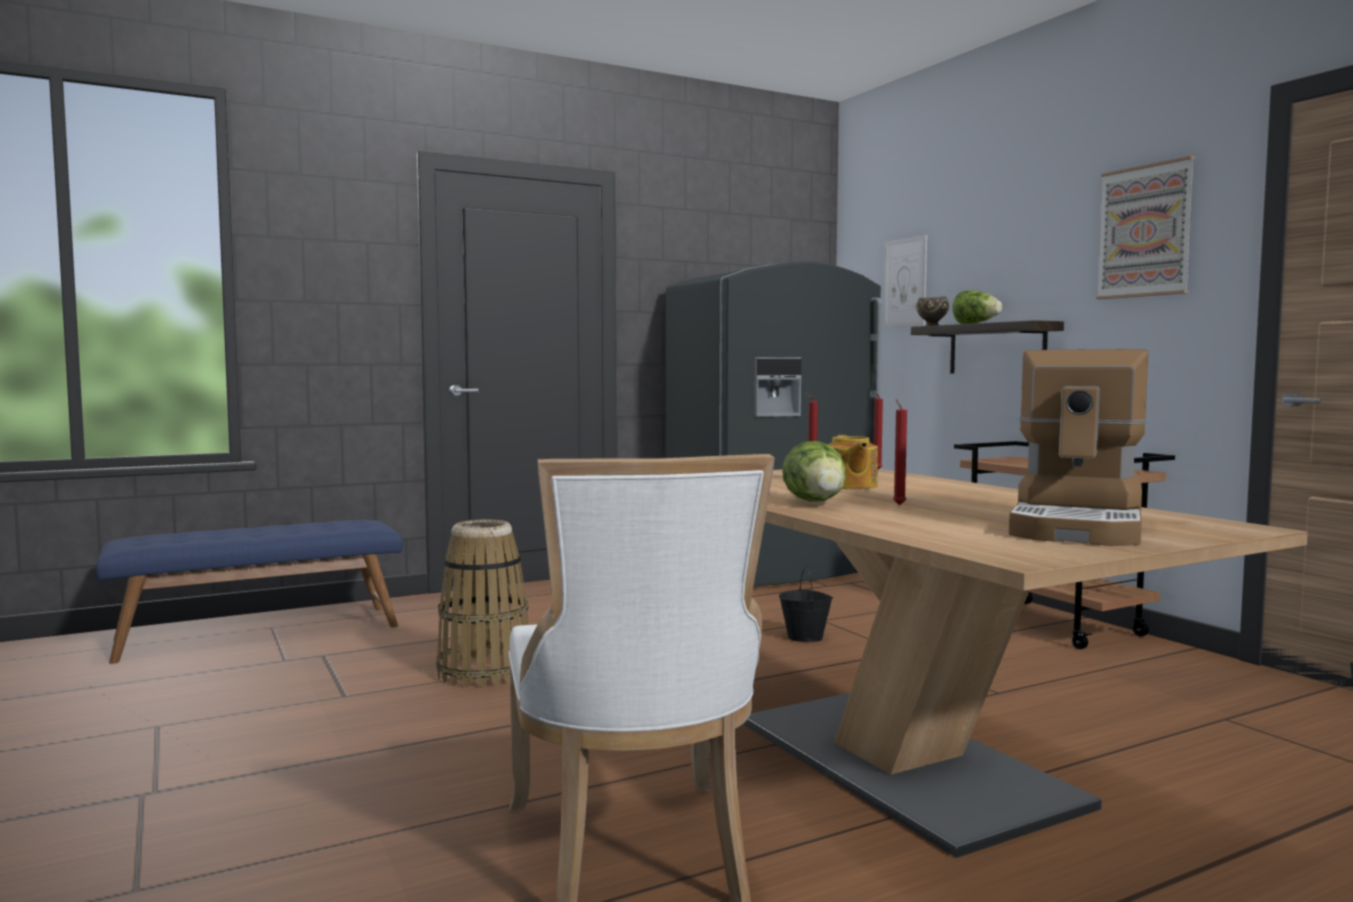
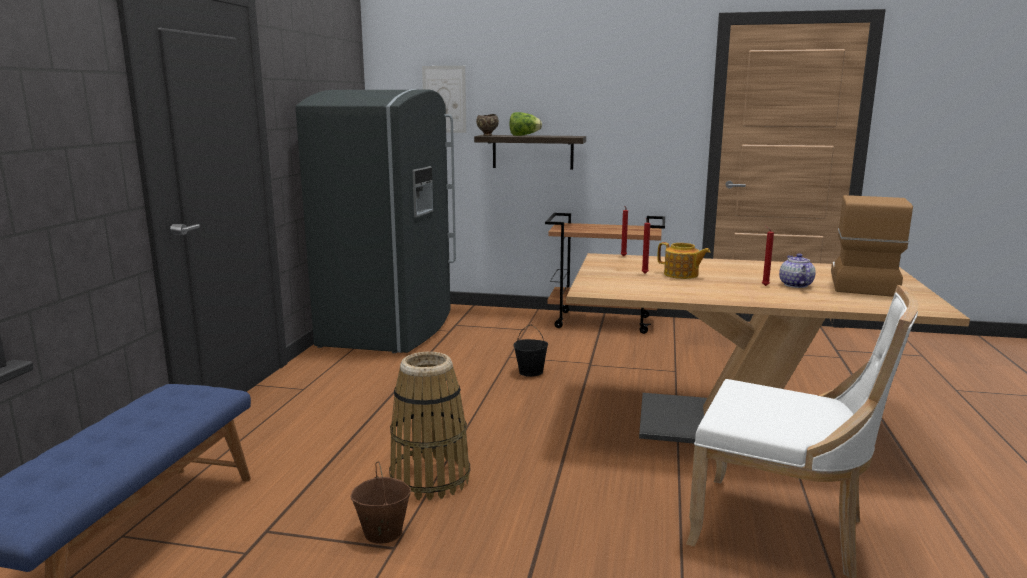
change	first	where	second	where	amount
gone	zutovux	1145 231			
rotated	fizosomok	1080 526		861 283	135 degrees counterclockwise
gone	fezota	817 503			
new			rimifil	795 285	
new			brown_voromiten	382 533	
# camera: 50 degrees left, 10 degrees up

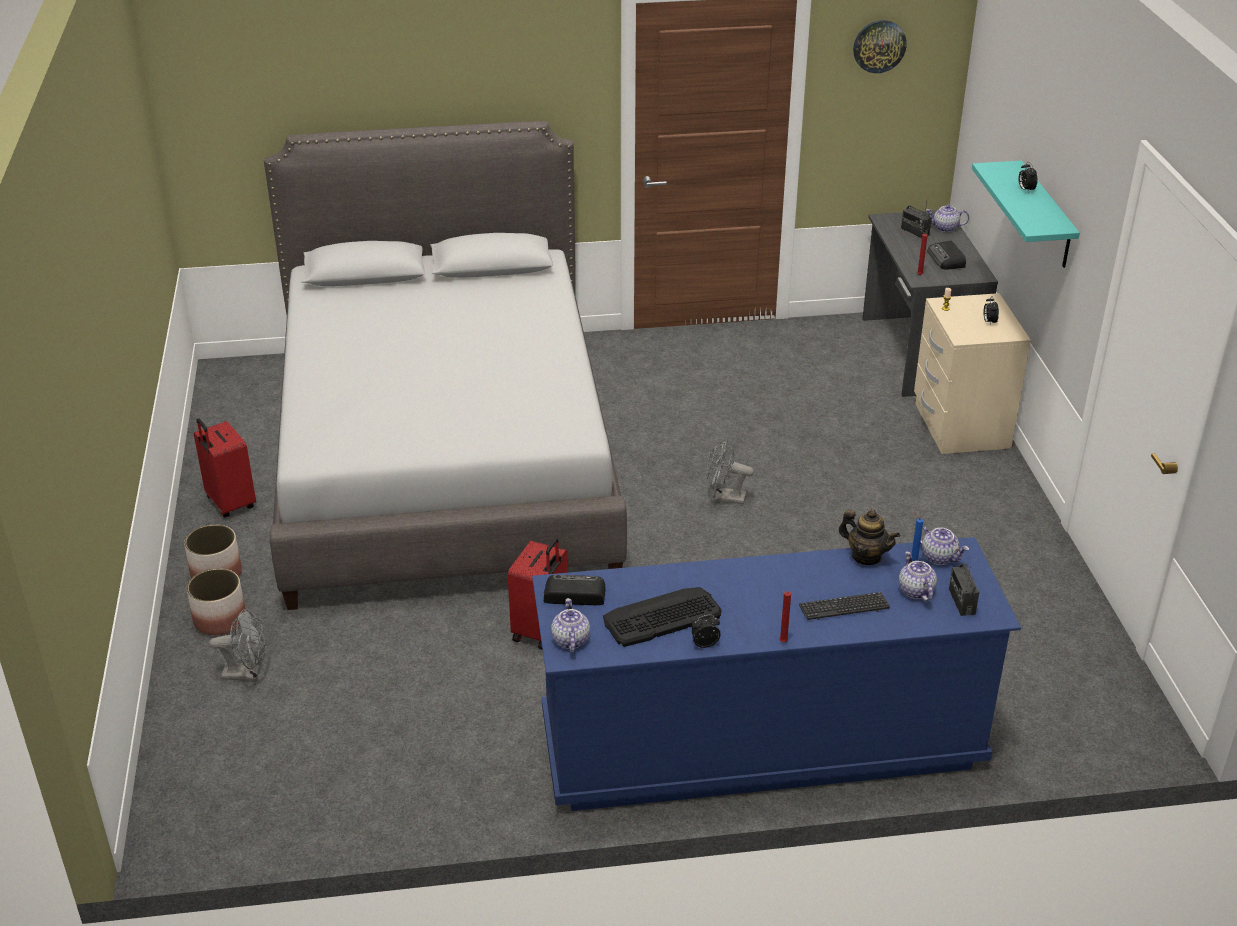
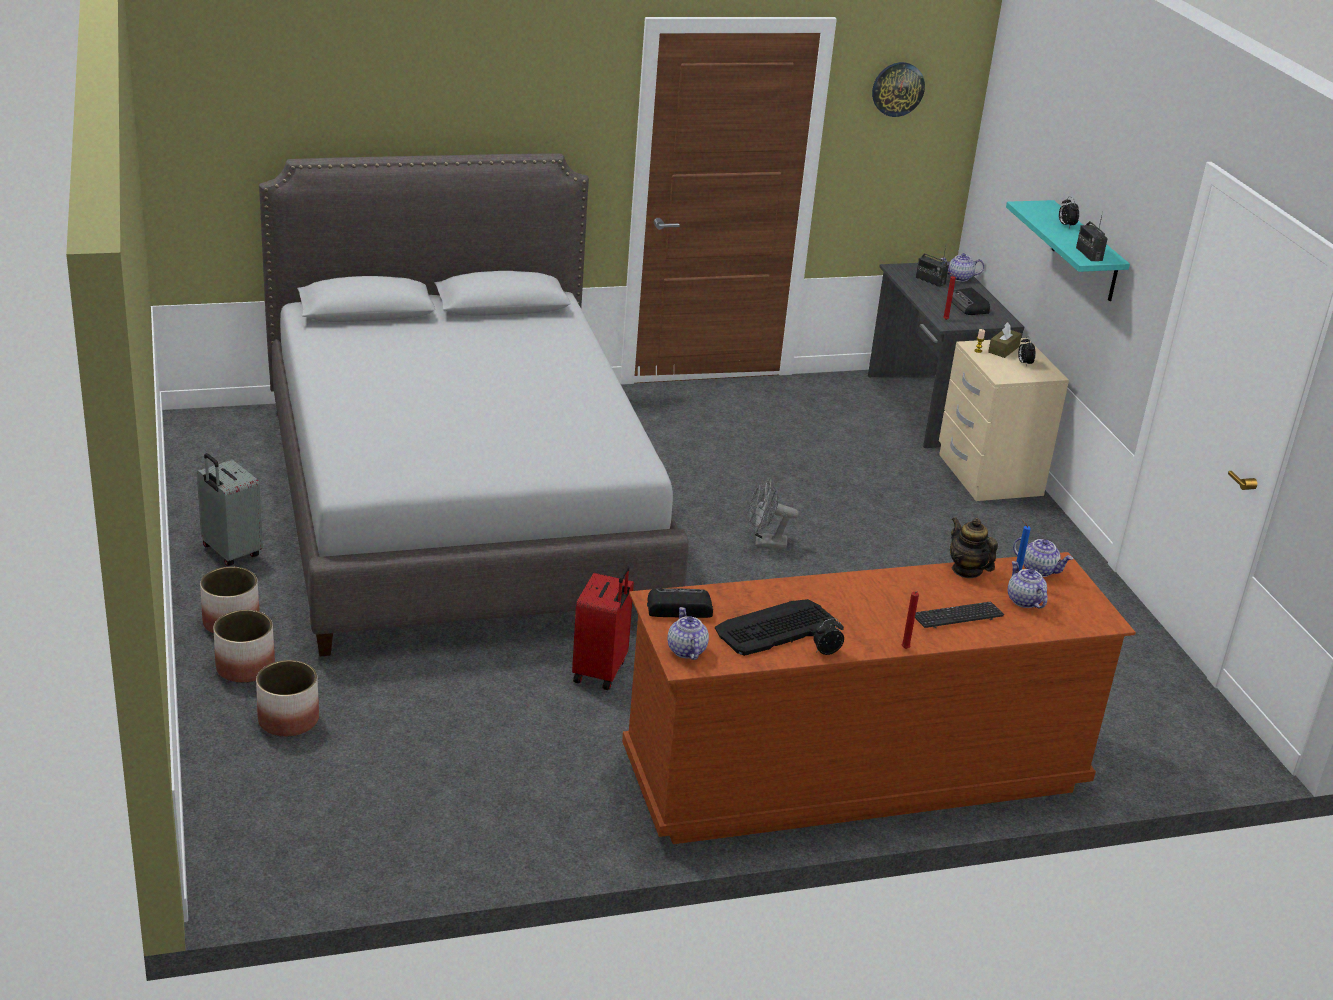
change	first	where	second	where	amount
repainted	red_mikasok	229 504	grey_mikasok	230 552	
rotated	rimifil	866 556		967 570	150 degrees counterclockwise
repainted	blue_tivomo	760 742	brown_tivomo	855 773	
shifted	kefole	961 601		1089 254	
swapped	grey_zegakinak	247 673	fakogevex	288 720	
new			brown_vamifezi	1003 349	
# camera: 10 degrees left, 5 degrees down

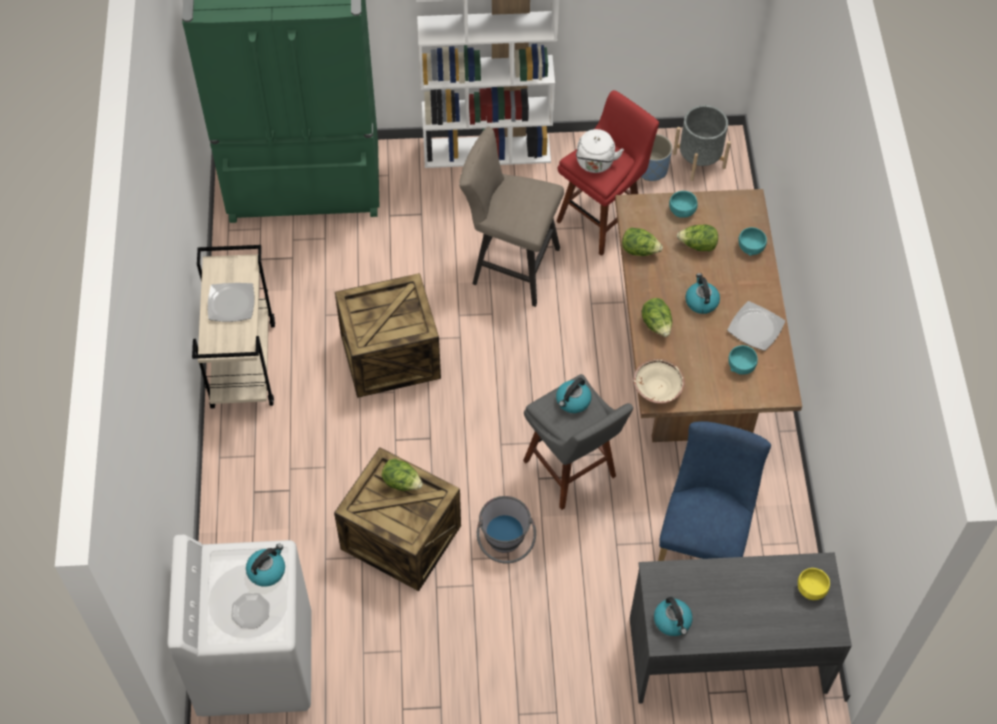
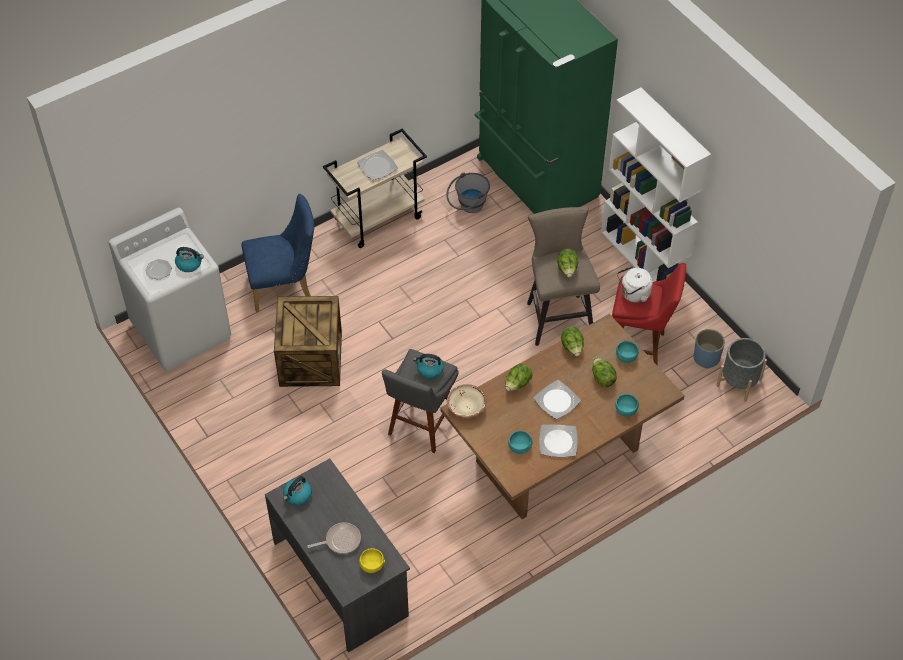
change	first	where	second	where	amount
gone	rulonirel	390 357			
swapped	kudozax	701 301	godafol	556 401	
shifted	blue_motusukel	703 538		285 287	
shifted	fezota	402 482		567 269	
shifted	grey_voromiten	505 545		468 207	
new			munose	341 540	
# camera: 60 degrees right, 5 degrees down

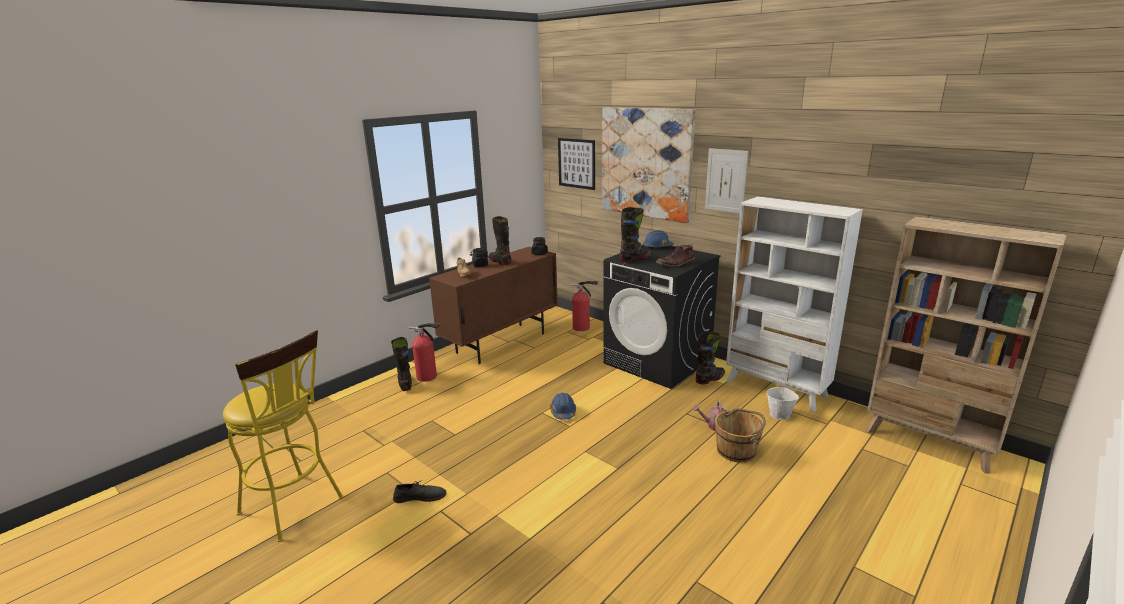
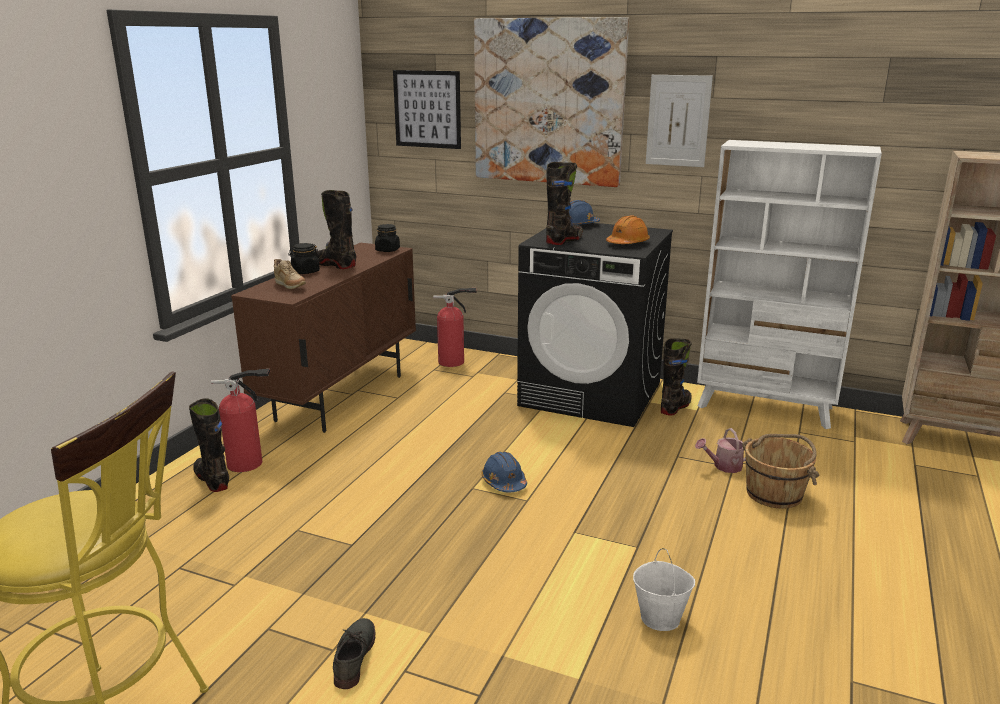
change	first	where	second	where	amount
swapped	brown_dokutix	675 264	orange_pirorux	627 243	
shifted	white_voromiten	780 415		660 618	
rotated	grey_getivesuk	420 496		354 655	60 degrees counterclockwise
# camera: 20 degrees left, 0 degrees up

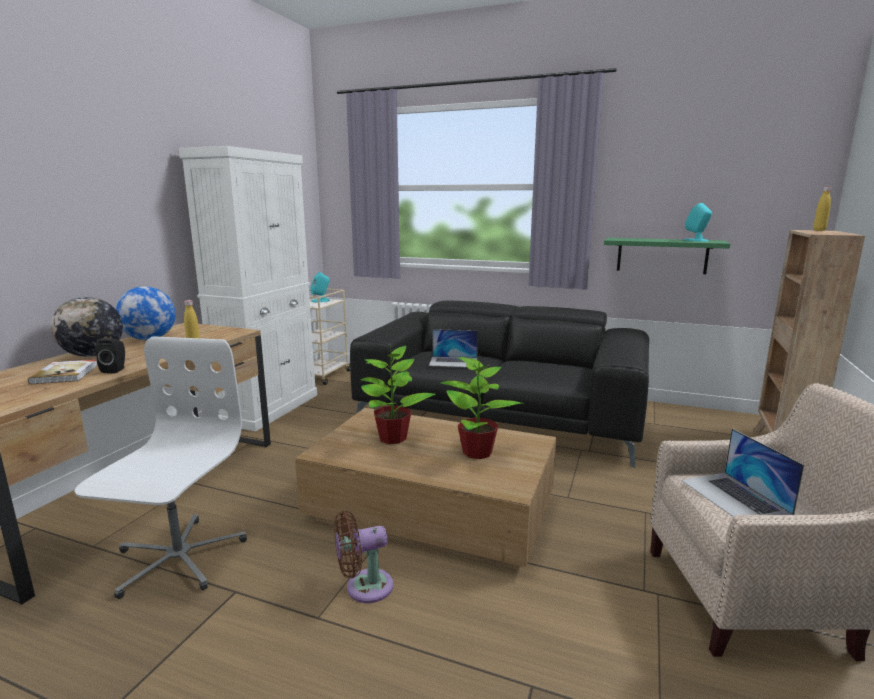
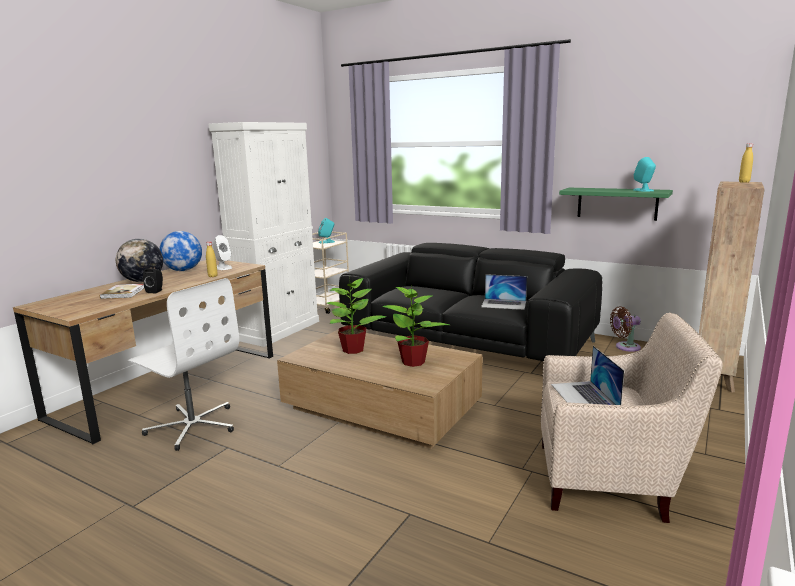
change	first	where	second	where	amount
shifted	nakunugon	453 362		504 304	
rotated	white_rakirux	178 558		193 426	105 degrees clockwise
shifted	brown_zegakinak	364 587		625 347	
new			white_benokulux	223 267	
# camera: 10 degrees right, 0 degrees up

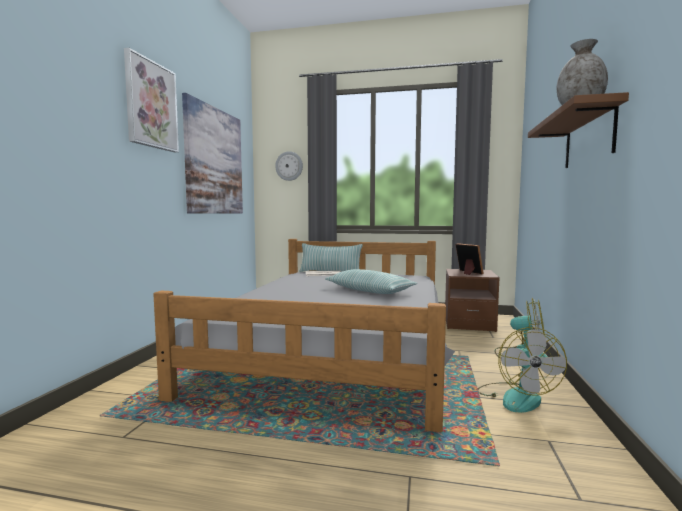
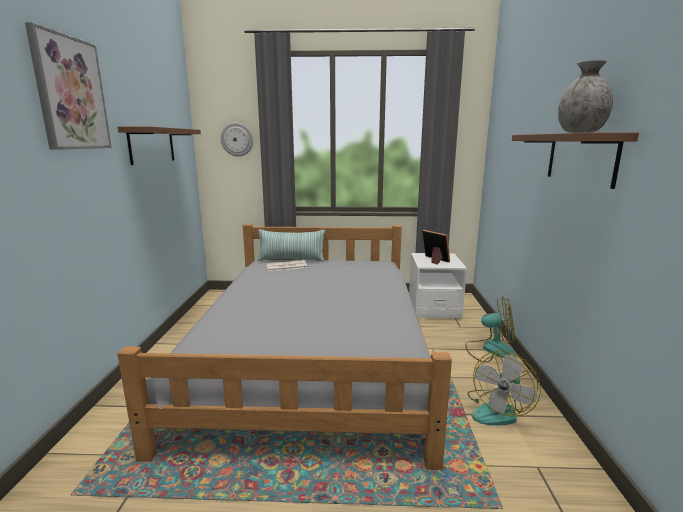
change	first	where	second	where	amount
swapped	zutovux	214 161	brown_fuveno	152 145	
gone	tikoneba	369 291			
repainted	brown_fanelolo	469 323	white_fanelolo	433 308	
rotated	zegakinak	516 397		498 410	45 degrees clockwise
# camera: 10 degrees left, 10 degrees up

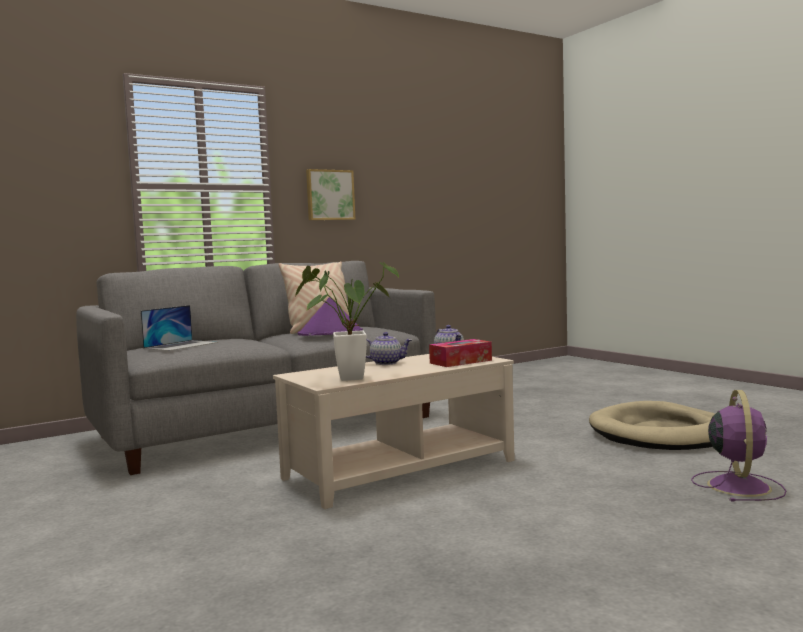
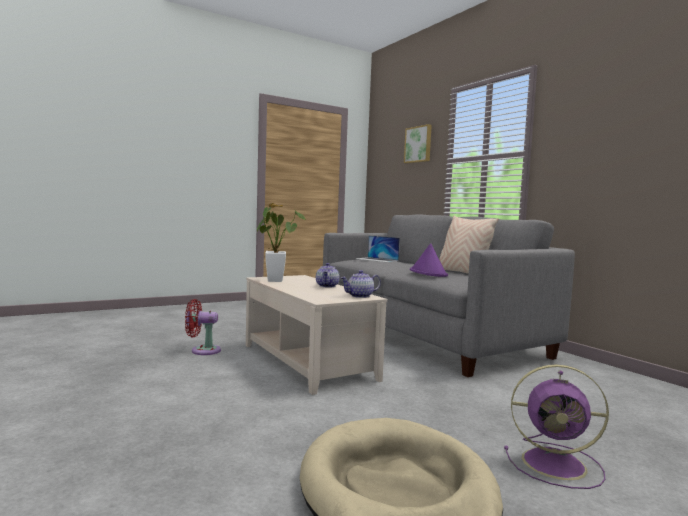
change	first	where	second	where	amount
shifted	zutovux	329 195		418 144	
gone	vamifezi	460 362			
shifted	purple_zegakinak	738 485		556 464	
new			red_zegakinak	202 350	
# camera: 90 degrees right, 0 degrees up

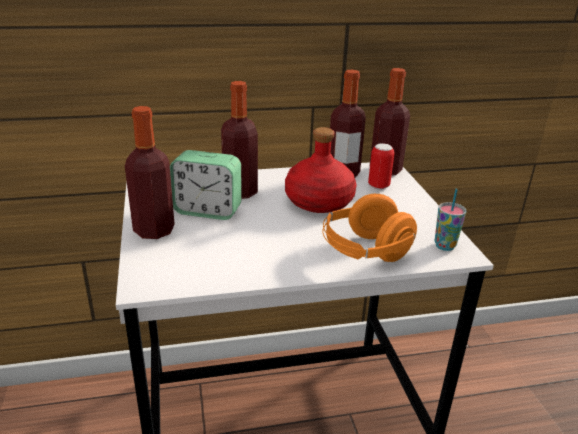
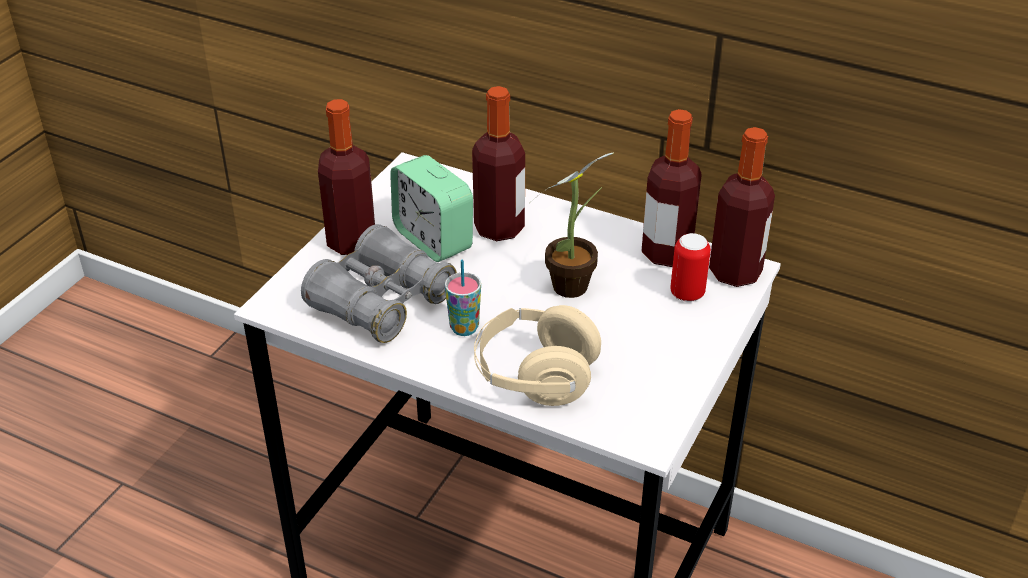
change	first	where	second	where	amount
swapped	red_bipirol	320 202	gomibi	576 284	
shifted	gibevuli	444 246		464 328	
repainted	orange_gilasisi	365 251	beige_gilasisi	535 376	
new			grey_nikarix	381 302	
# camera: 40 degrees right, 10 degrees up

